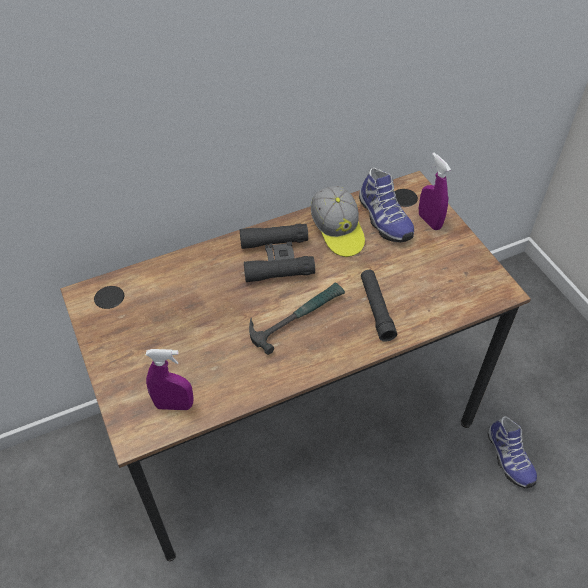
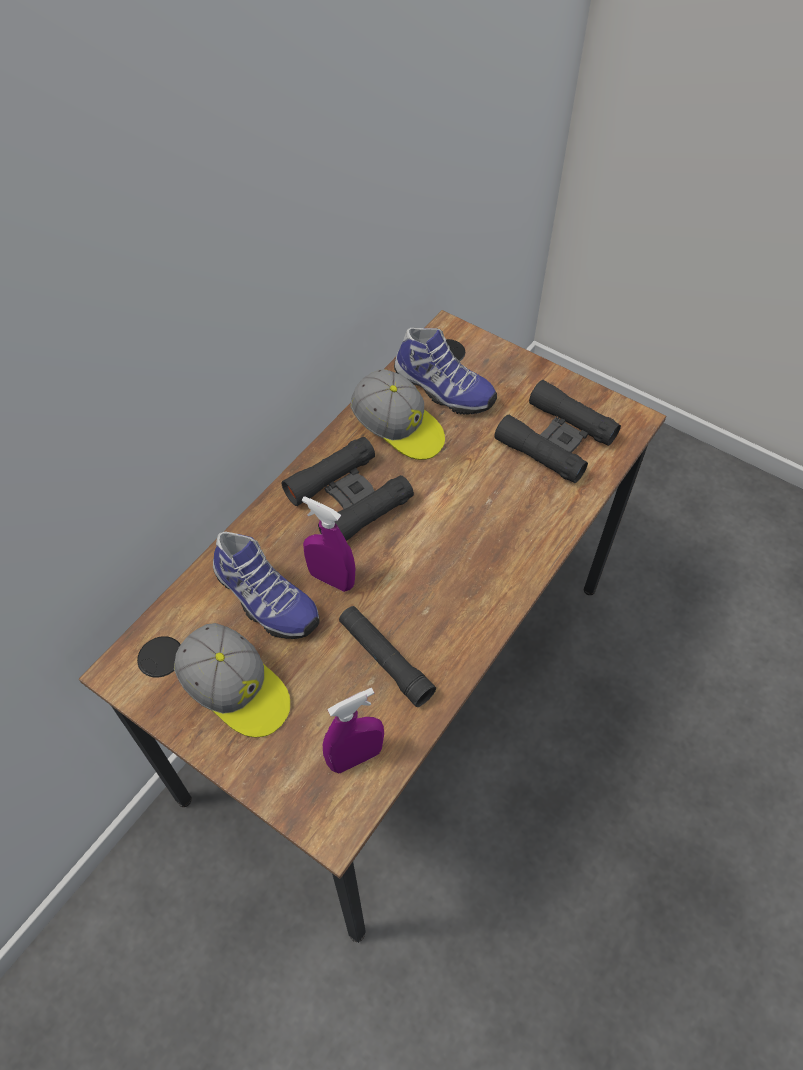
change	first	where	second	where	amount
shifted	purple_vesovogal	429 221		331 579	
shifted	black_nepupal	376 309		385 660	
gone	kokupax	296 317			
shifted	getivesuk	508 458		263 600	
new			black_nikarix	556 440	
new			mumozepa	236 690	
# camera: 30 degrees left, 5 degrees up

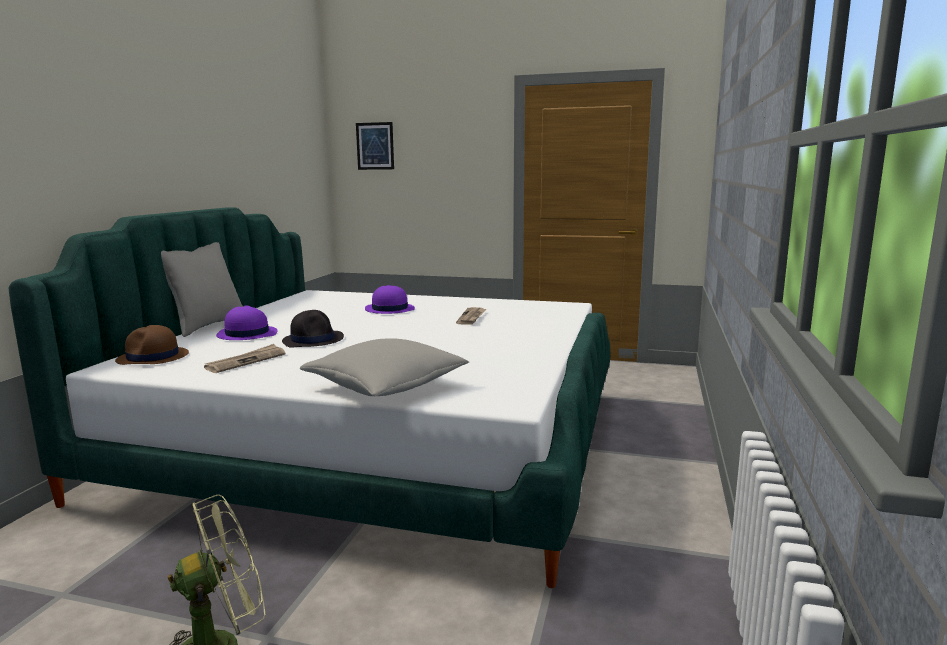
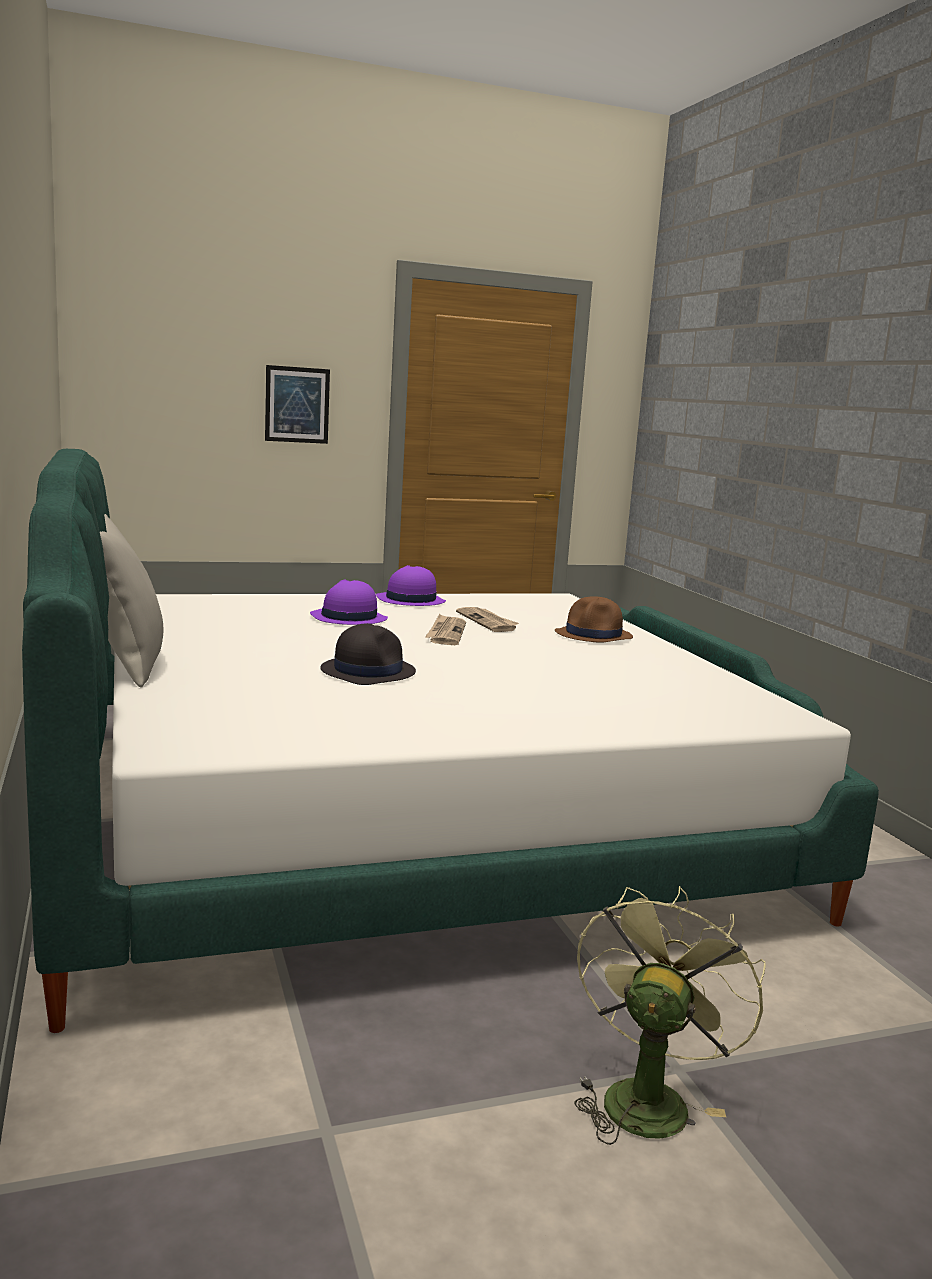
change	first	where	second	where	amount
shifted	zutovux	375 146		297 405	
shifted	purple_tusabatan	246 334		410 600	
shifted	brown_tusabatan	153 358		594 635	
gone	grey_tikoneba	386 387			
shifted	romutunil	246 361		446 633	
# camera: 35 degrees left, 0 degrees up

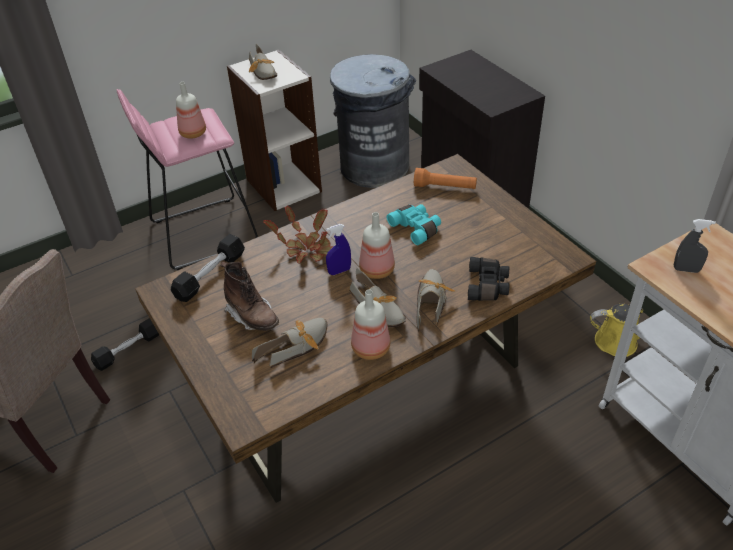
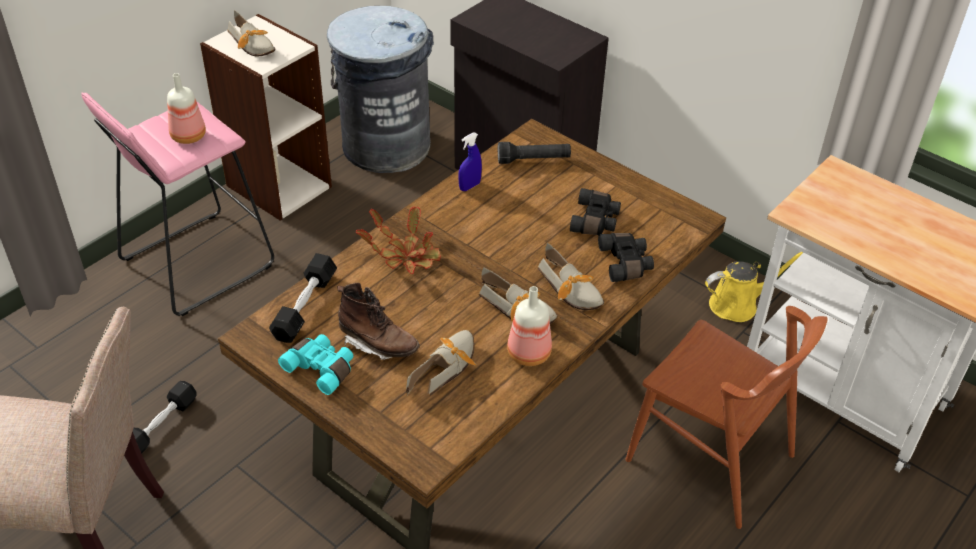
change	first	where	second	where	amount
repainted	orange_nepupal	445 187	black_nepupal	533 160	
shifted	turquoise_nikarix	416 228		322 368	
gone	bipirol	375 270			
gone	grey_vesovogal	686 269			
shifted	blue_vesovogal	339 271		469 186	
rotated	getivesuk	430 302		572 291	150 degrees clockwise
new			black_nikarix	596 221	
new			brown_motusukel	711 457	
# camera: 20 degrees left, 0 degrees up

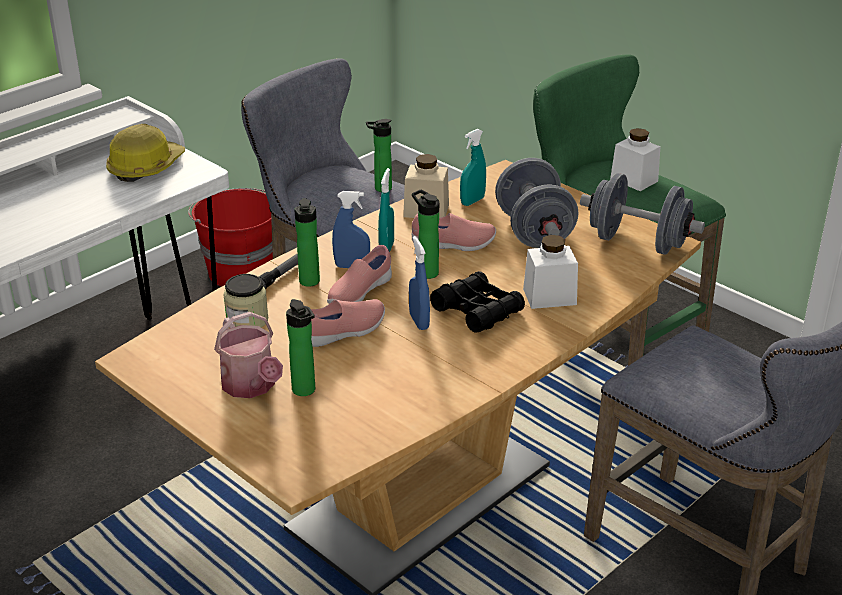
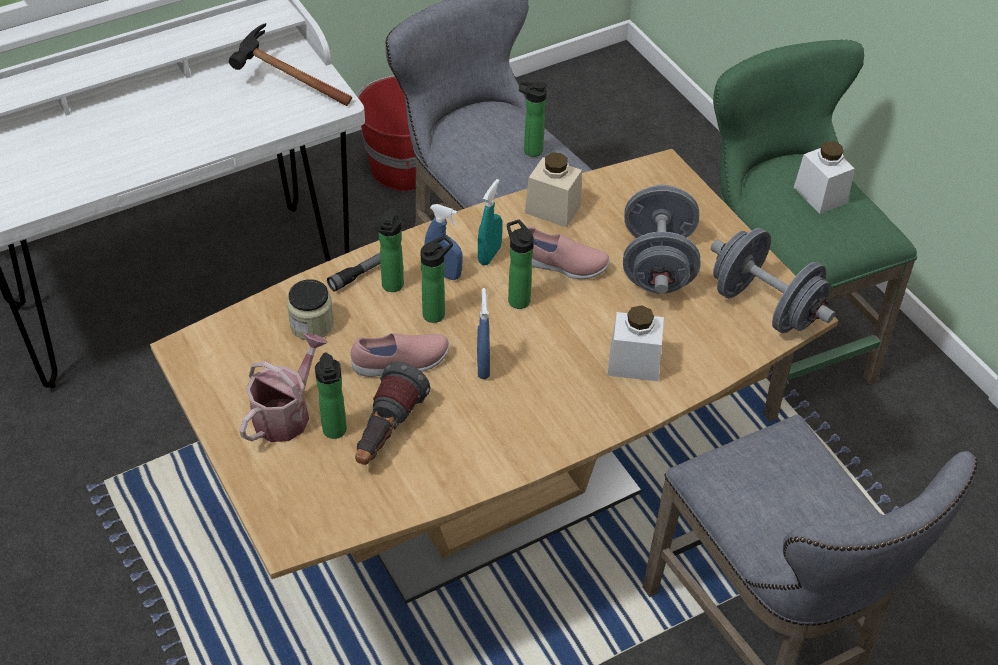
change	first	where	second	where	amount
swapped	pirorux	145 167	kokupax	281 84	
gone	turquoise_vesovogal	472 201			
swapped	pink_getivesuk	359 293	bipirol	437 313	
gone	black_nikarix	477 311			
rotated	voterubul	251 386		286 413	135 degrees counterclockwise
new			nepupal	386 433	
# camera: 15 degrees right, 15 degrees up

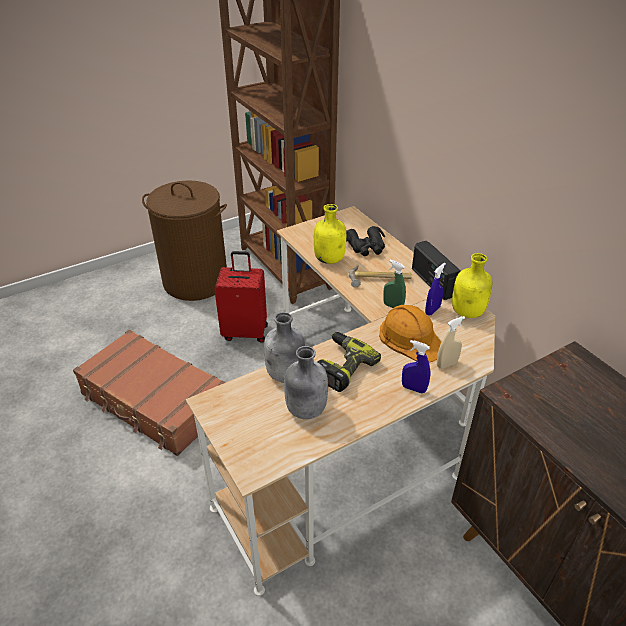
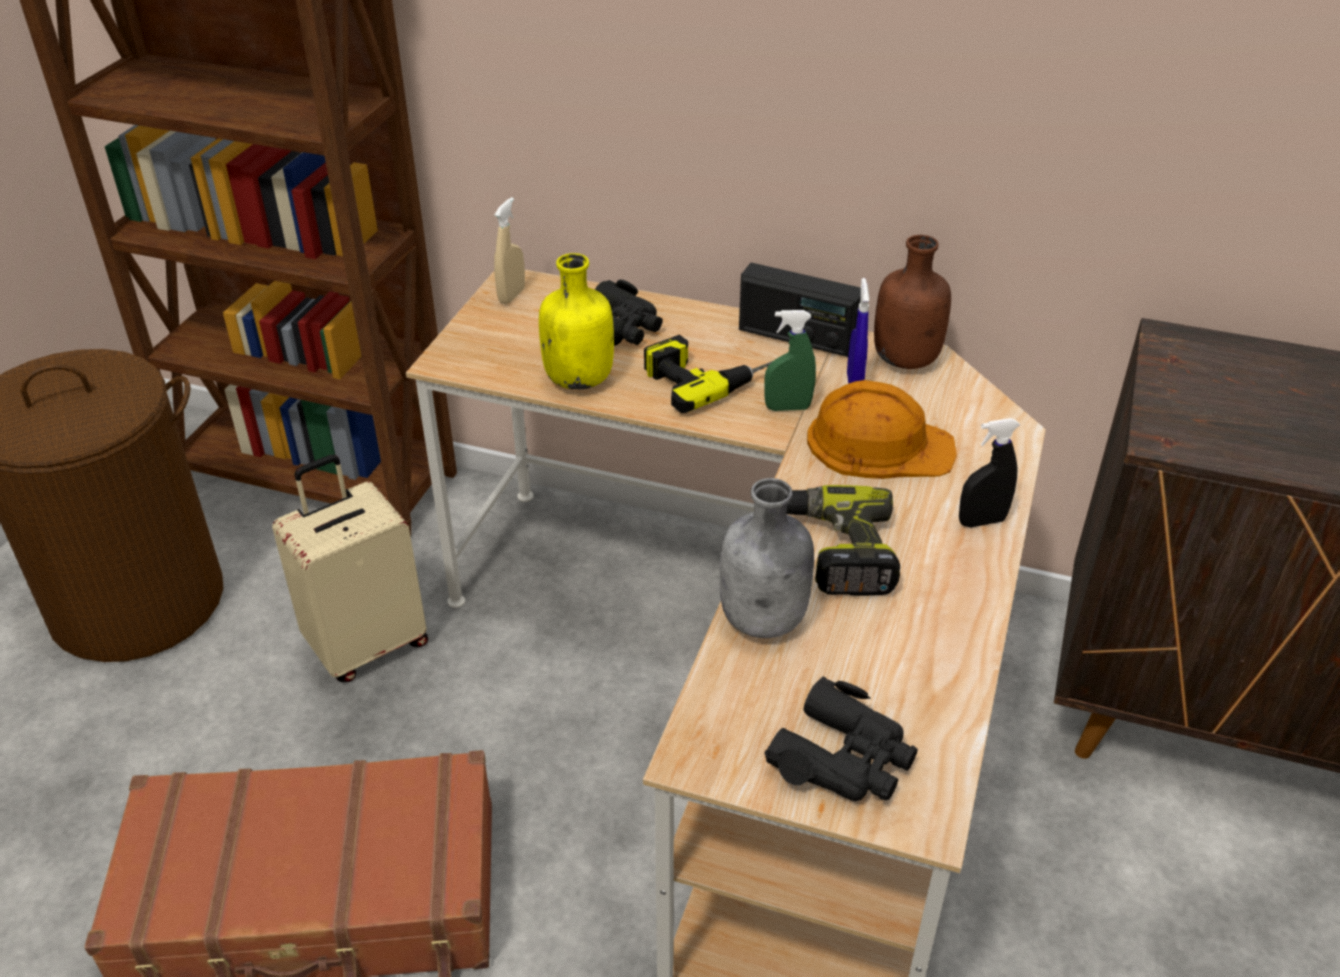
change	first	where	second	where	amount
repainted	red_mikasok	245 332	beige_mikasok	367 644	
repainted	yellow_bipirol	468 312	brown_bipirol	907 359	
swapped	kokupax	379 280	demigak	710 374	
shifted	beige_vesovogal	447 364		512 296	
repainted	blue_vesovogal	413 388	black_vesovogal	981 521	
gone	grey_bipirol	305 410			
new			black_nikarix	844 758	
# camera: 40 degrees left, 0 degrees up

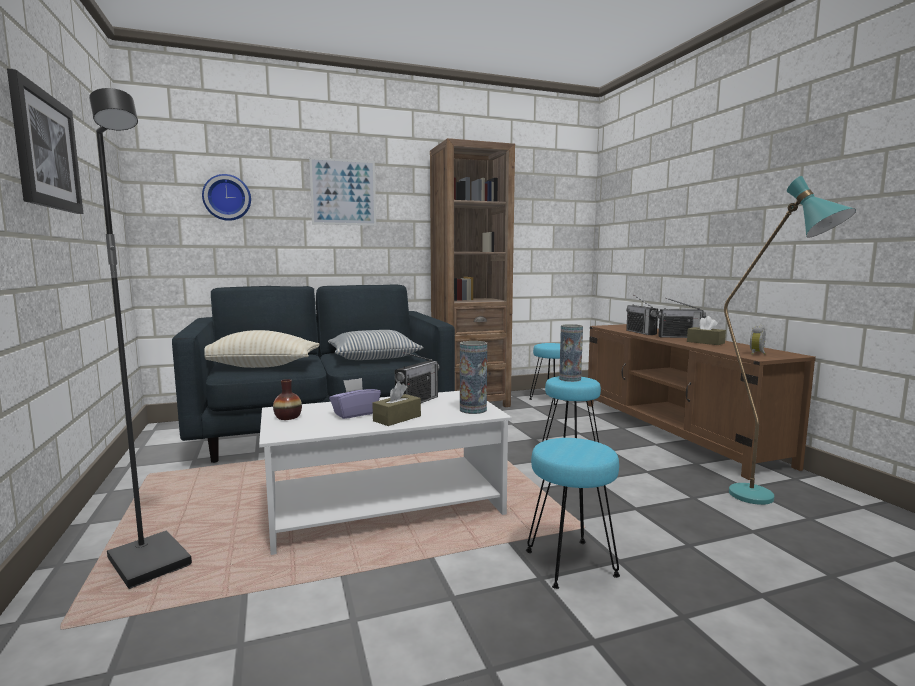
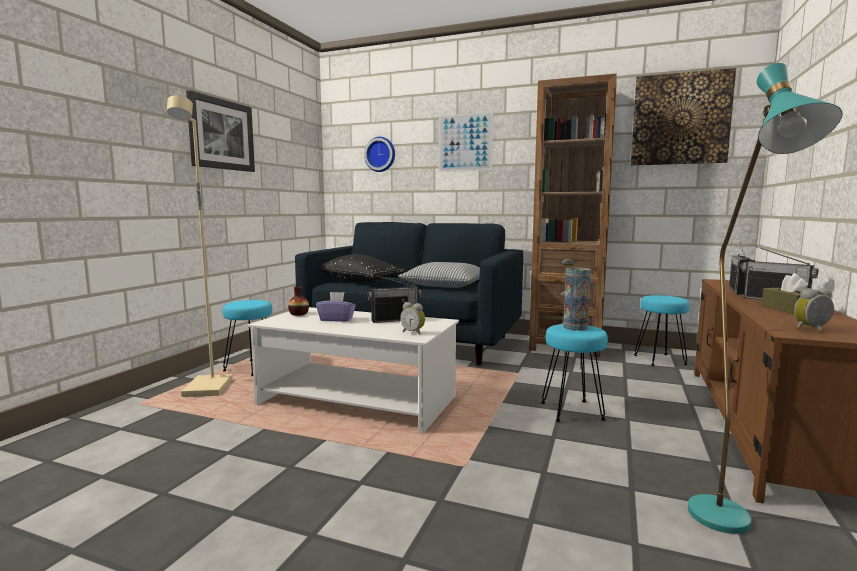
change	first	where	second	where	amount
repainted	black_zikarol	152 562	beige_zikarol	209 388	
repainted	beige_tikoneba	259 366	black_tikoneba	357 282	
swapped	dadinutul	473 410	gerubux	413 332	
gone	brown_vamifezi	397 418			
shifted	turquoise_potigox	570 564		251 368	
new			zutovux	680 119	
# camera: 40 degrees right, 0 degrees up

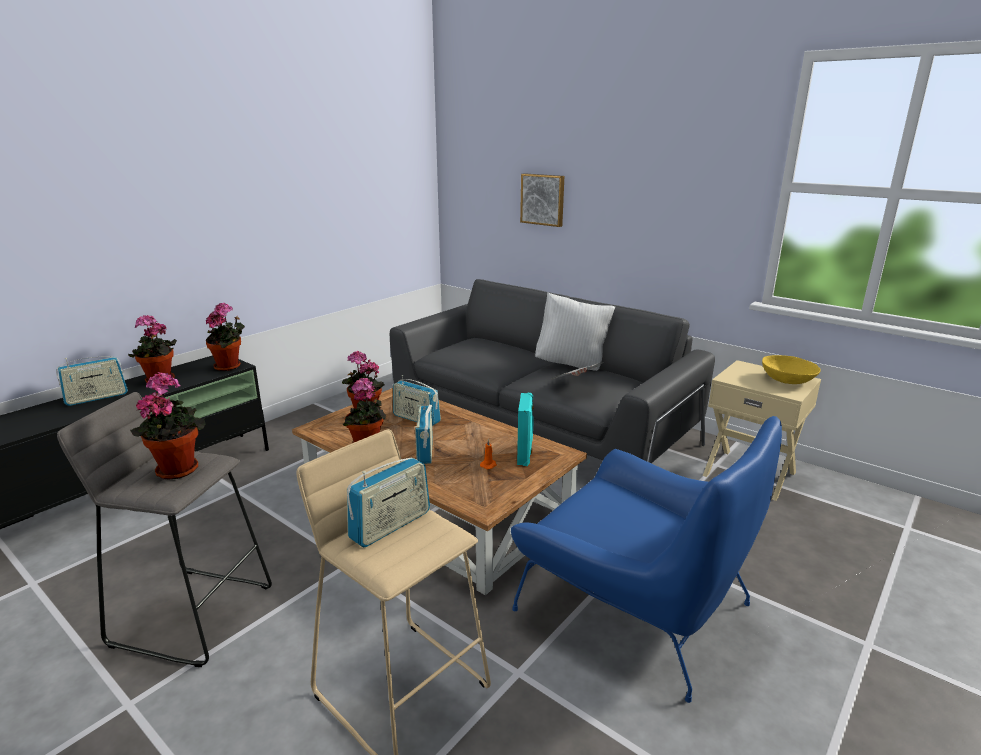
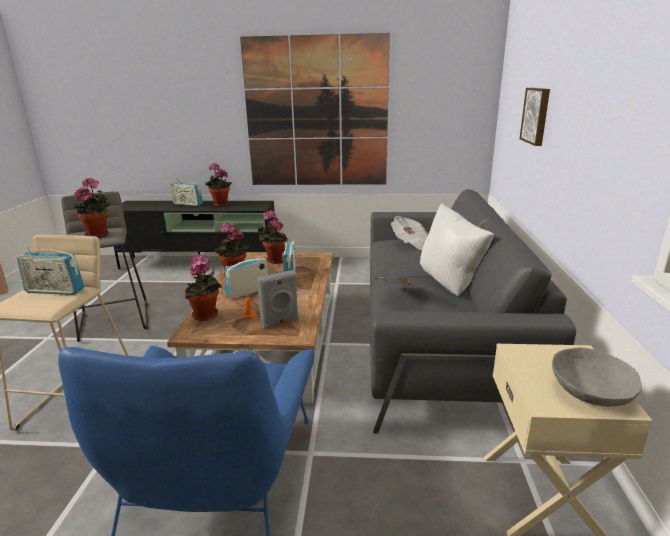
change	first	where	second	where	amount
shifted	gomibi	230 366		206 316	
repainted	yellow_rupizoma	787 380	grey_rupizoma	590 392	
repainted	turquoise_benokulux	525 455	grey_benokulux	280 323	
new			zutovux	316 113	
new			romutunil	411 243	
# camera: 55 degrees right, 0 degrees up

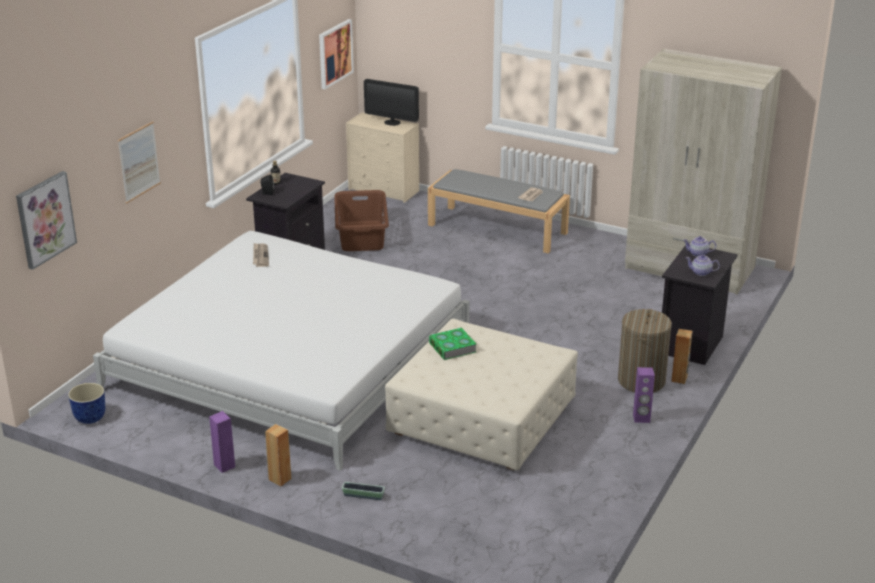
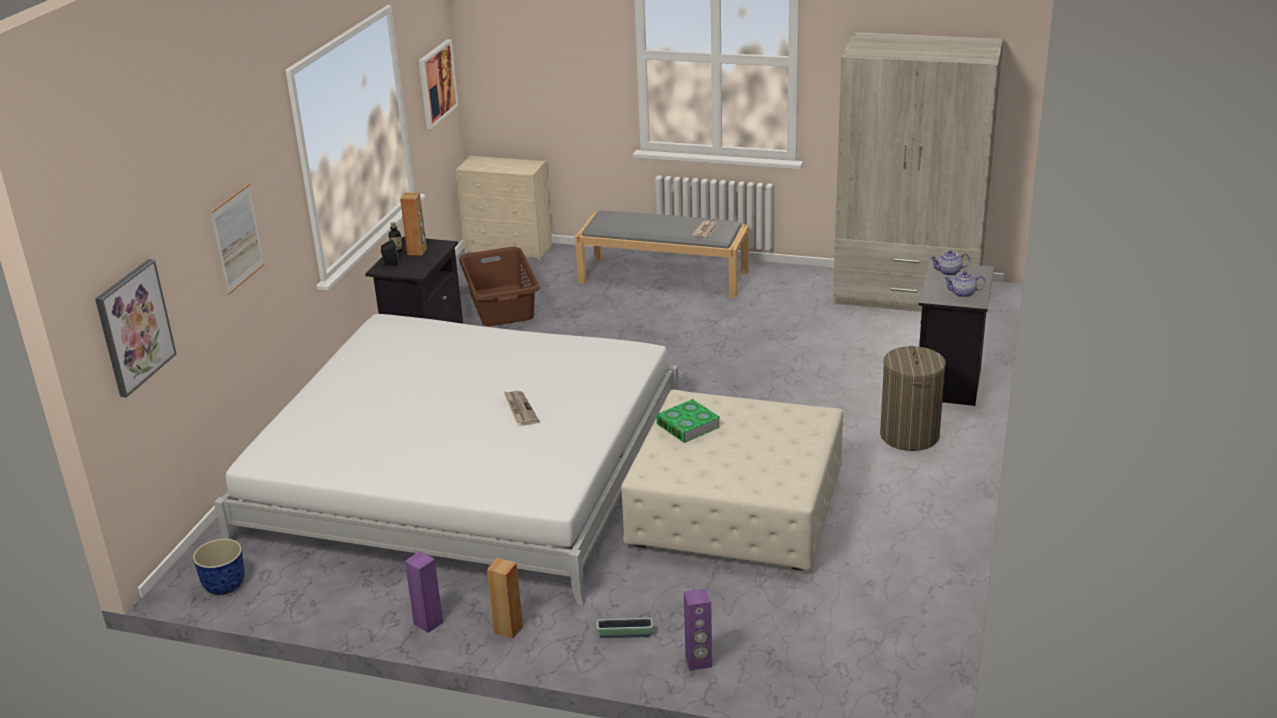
change	first	where	second	where	amount
gone	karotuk	392 122			
shifted	romutunil	260 256		520 409	
shifted	brown_benokulux	679 379		417 251	
shifted	purple_benokulux	641 418		698 662	
# camera: 10 degrees left, 0 degrees up

